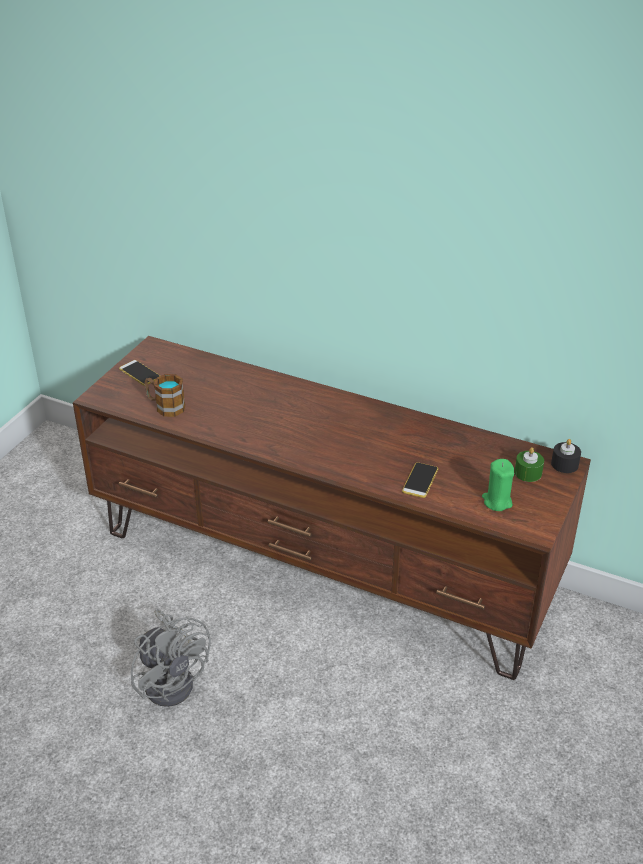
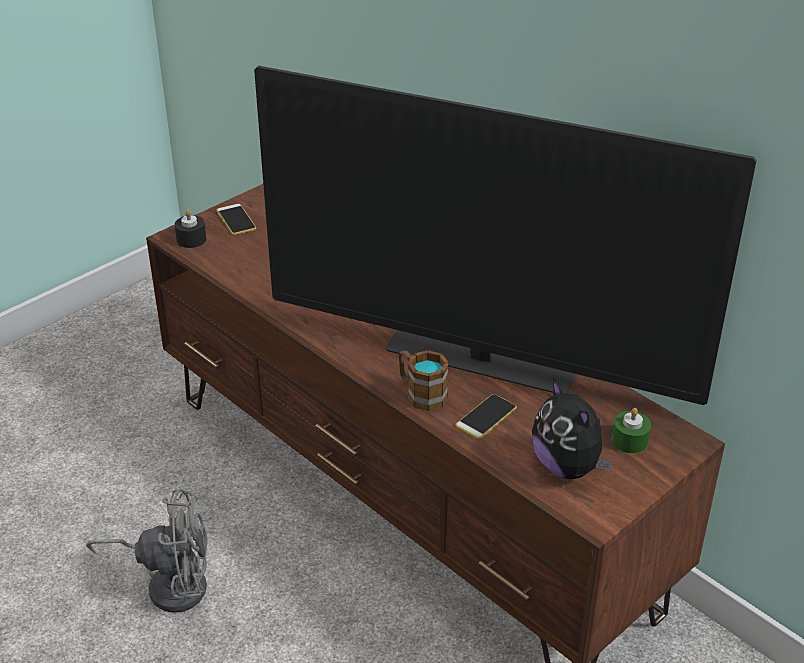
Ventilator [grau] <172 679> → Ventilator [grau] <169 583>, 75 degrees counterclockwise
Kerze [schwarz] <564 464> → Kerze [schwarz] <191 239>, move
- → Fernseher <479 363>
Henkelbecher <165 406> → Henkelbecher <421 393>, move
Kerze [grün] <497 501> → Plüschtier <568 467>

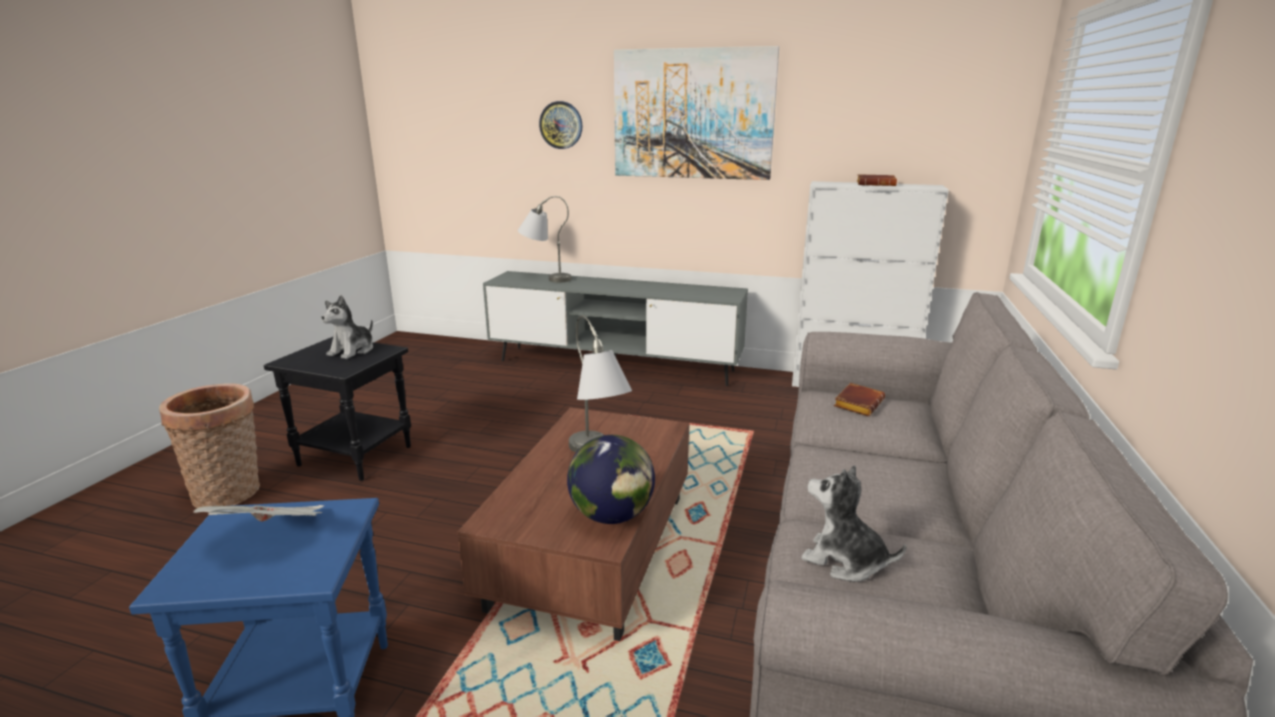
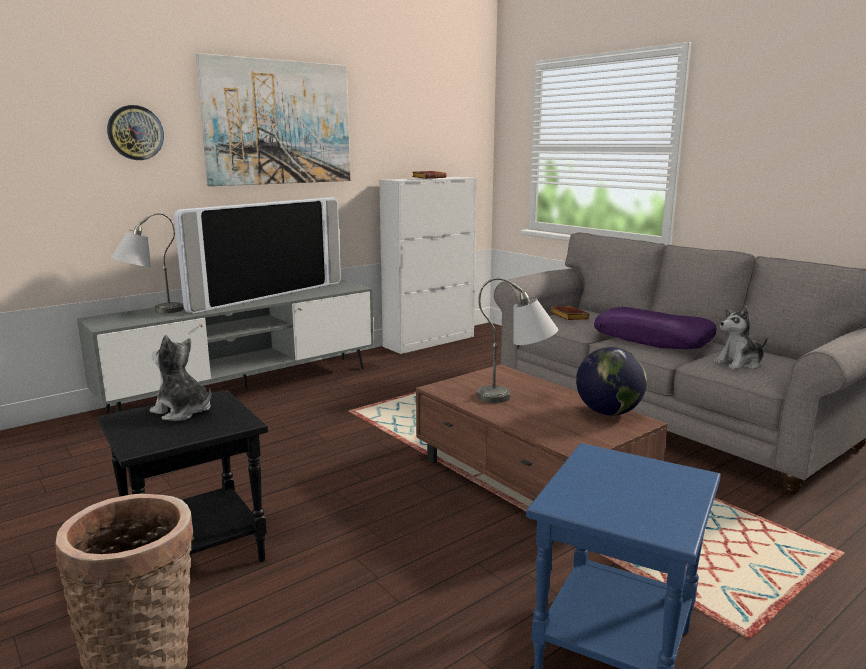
Plüschtier <352 351> → Plüschtier <183 411>, 150 degrees clockwise
- → Fernseher <267 295>
- → Kissen [lila] <653 339>
Zeitung <273 535> → -

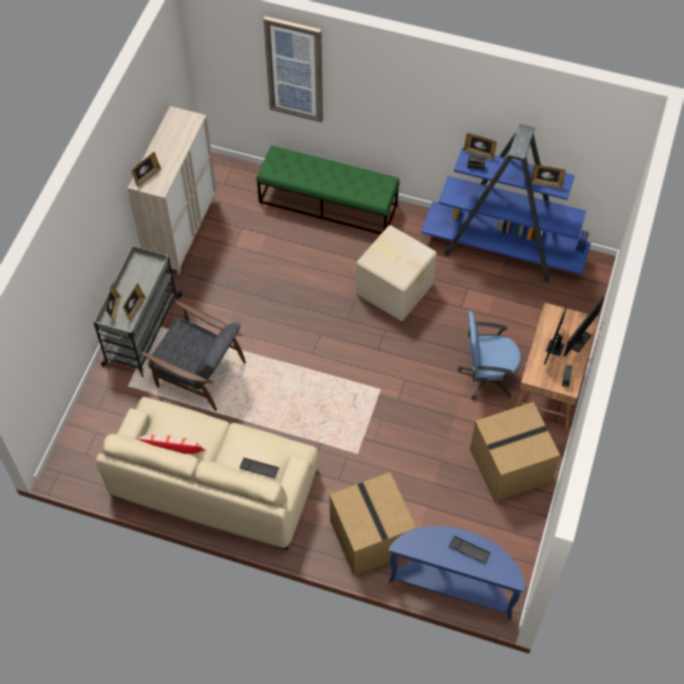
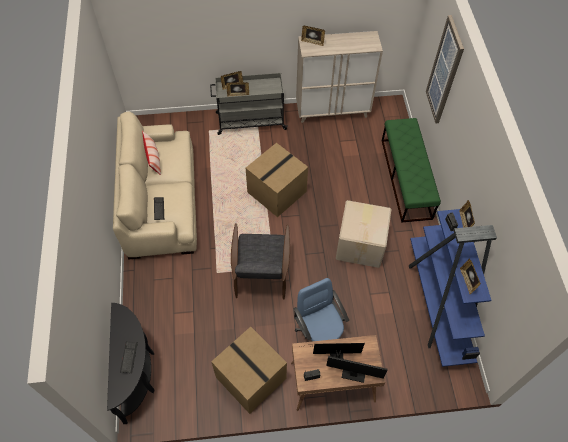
Konsolentisch [blau] <454 585> → Konsolentisch [schwarz] <138 374>
Sessel [grau] <199 372> → Sessel [grau] <261 272>, move
Karton <369 536> → Karton <277 191>, move

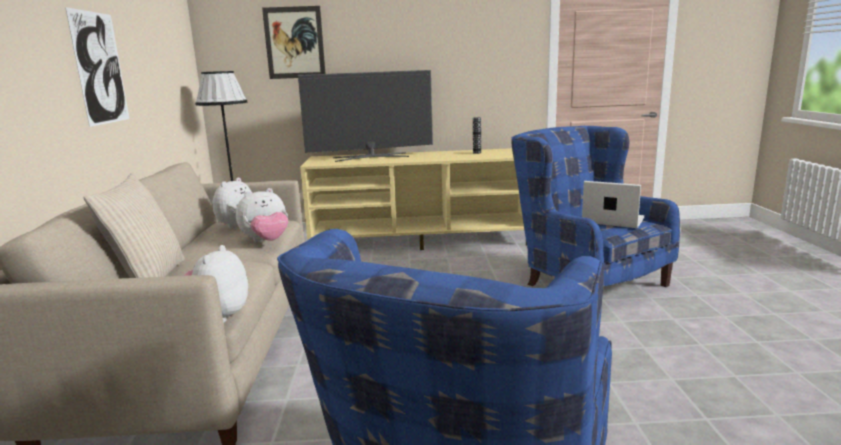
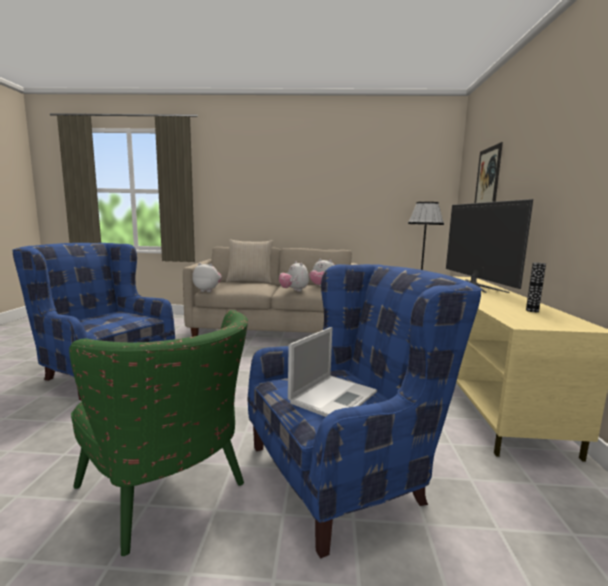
- → Sessel [grün] <169 495>
Bild <100 68> → -

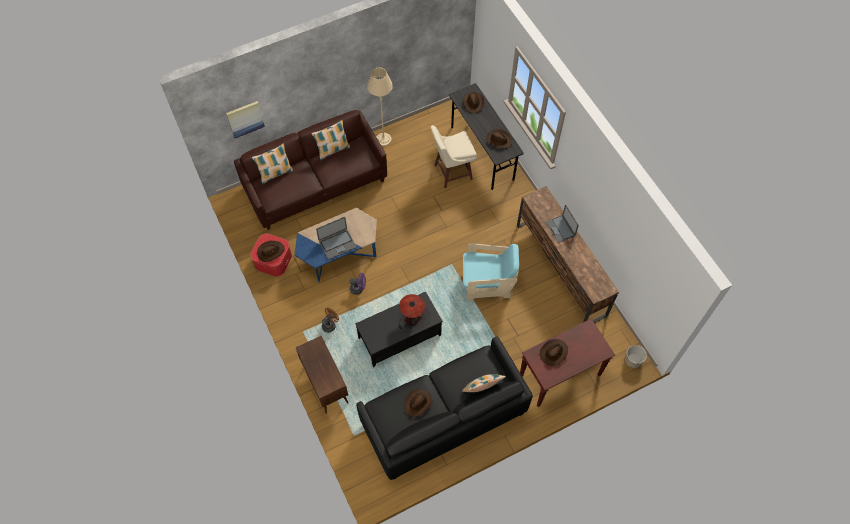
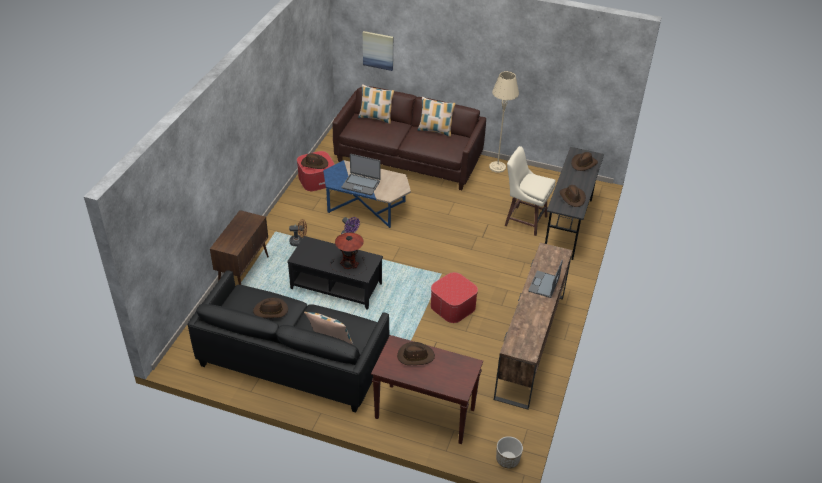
Sessel [türkis] <487 283> → Polsterhocker <453 306>

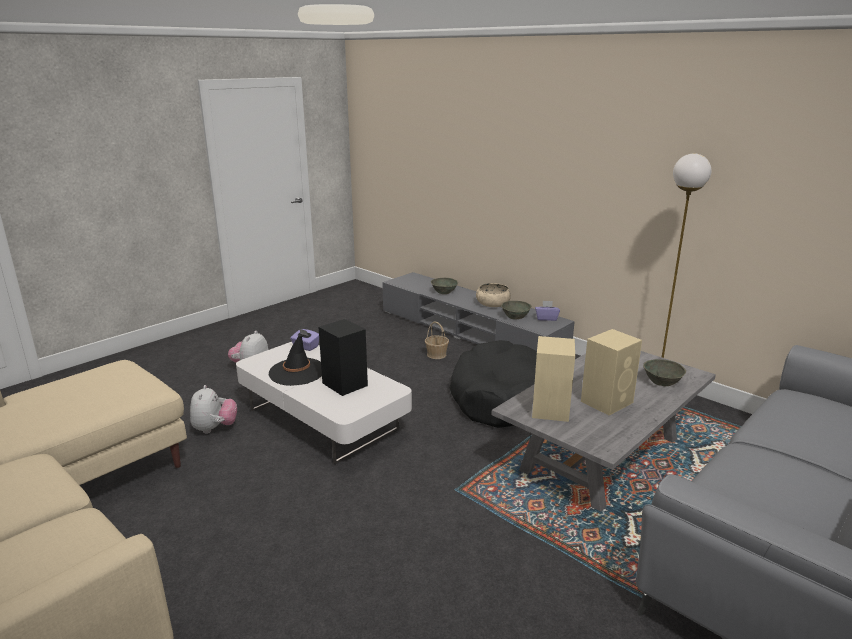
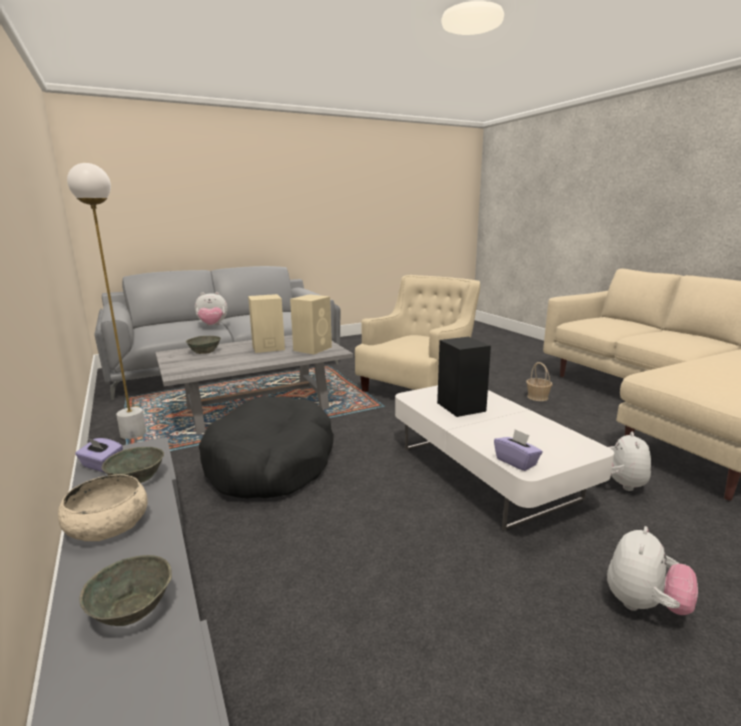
- → Plüschtier <212 326>
- → Sessel [beige] <418 387>
Korb <436 354> → Korb <537 397>, move
Hut [schwarz] <297 372> → -

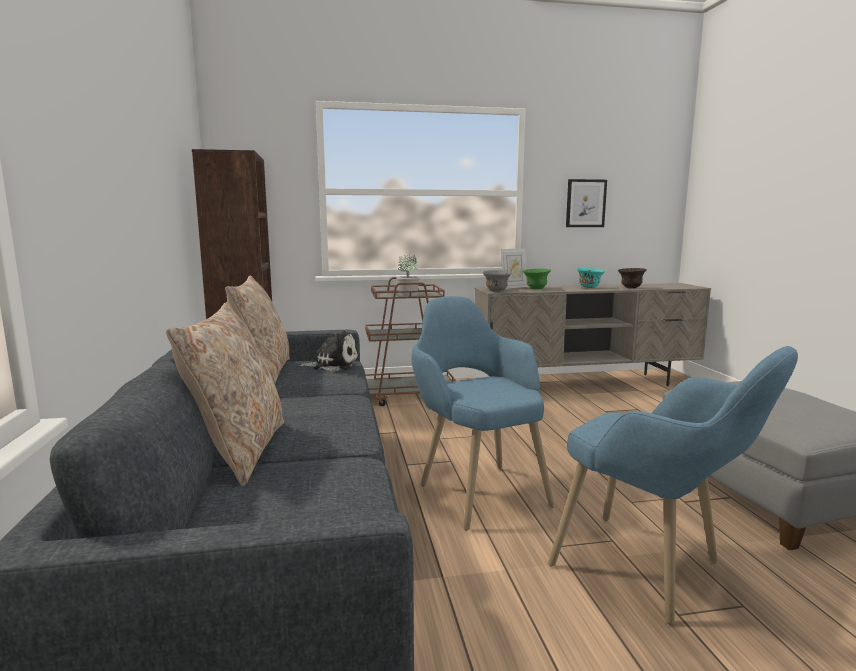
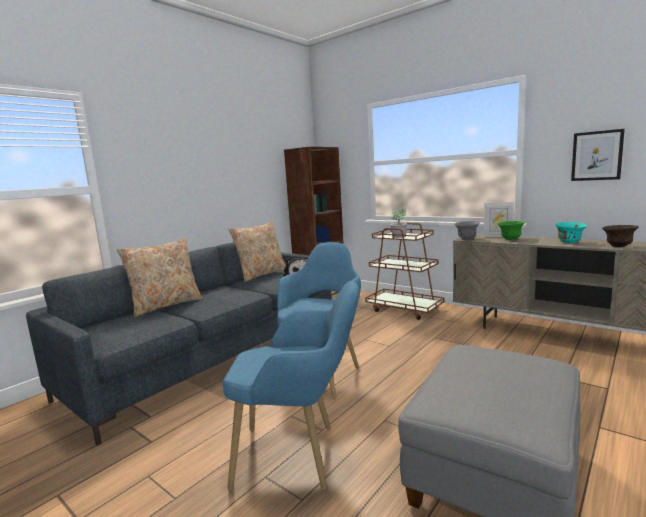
Sessel [blau] <655 574> → Sessel [blau] <300 456>, 90 degrees counterclockwise

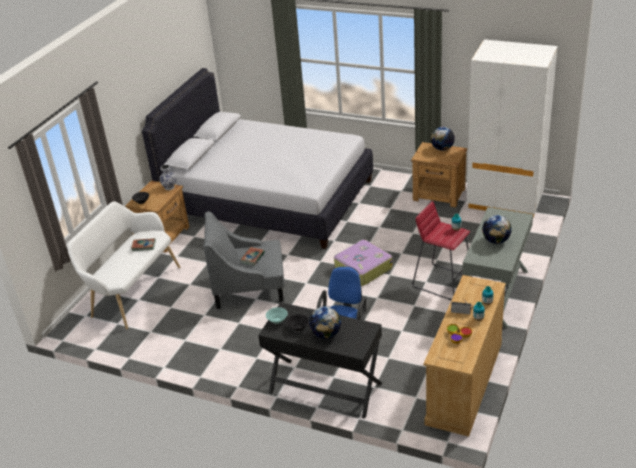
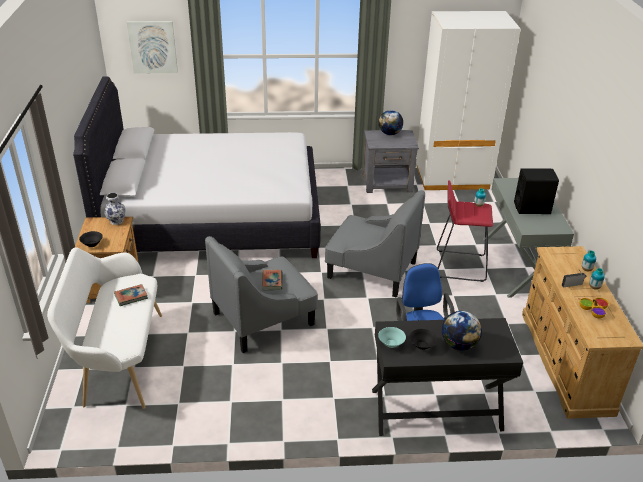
- → Bild <153 47>
Koffer <362 268> → Sessel [grau] <371 270>
Nachttisch [braun] <439 195> → Nachttisch [grau] <388 183>
Globus <496 241> → Lautsprecher [schwarz] <532 208>

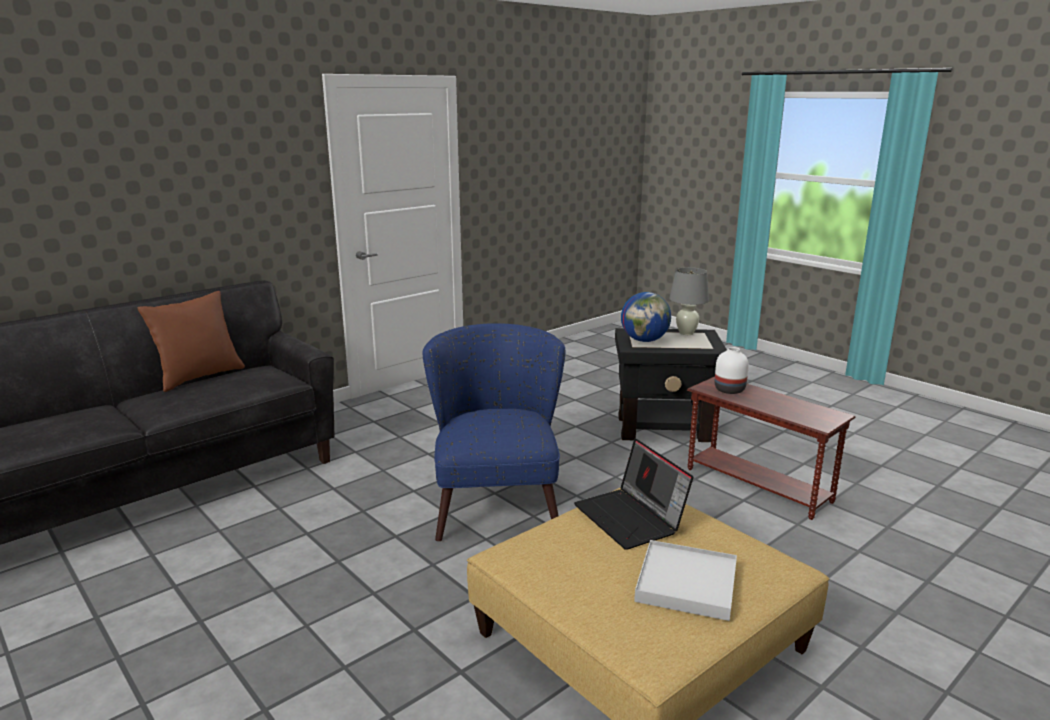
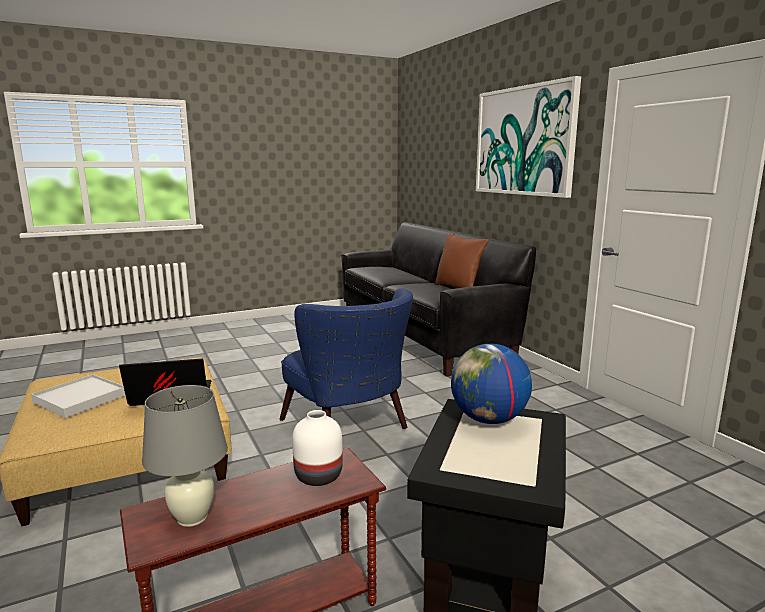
Tischlampe [grau] <686 333> → Tischlampe [grau] <192 517>, move
Sessel [blau] <496 500> → Sessel [blau] <350 429>, 45 degrees clockwise
- → Bild <524 141>

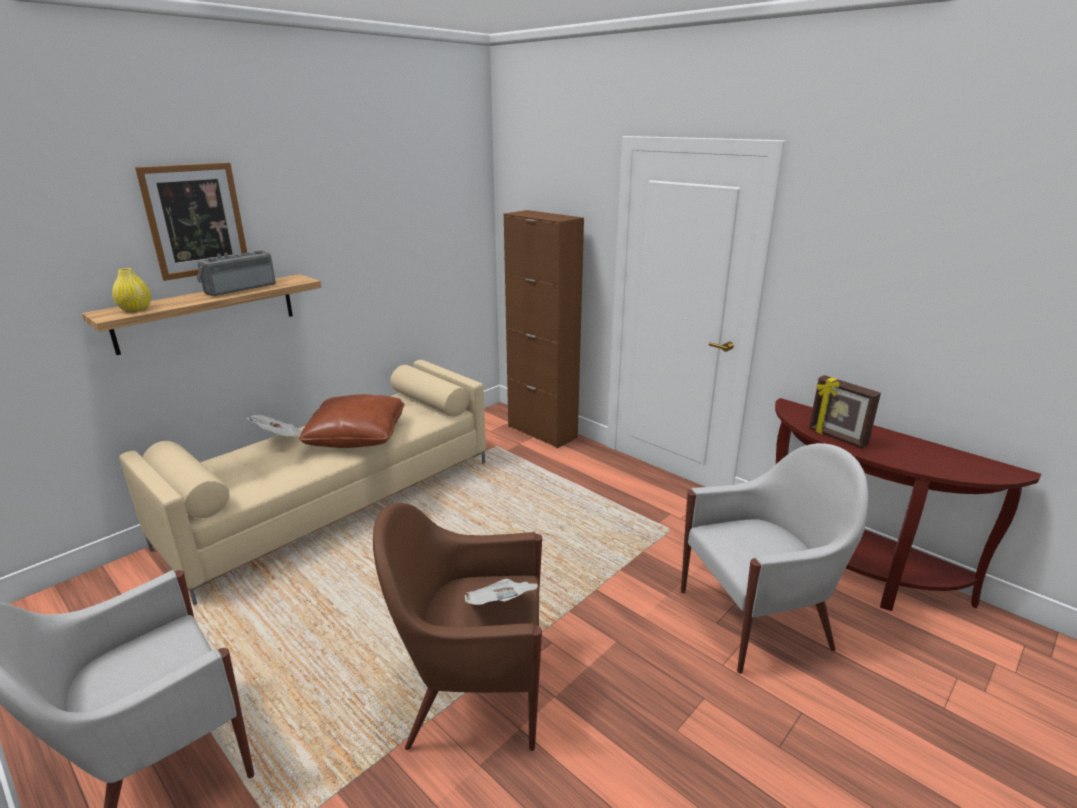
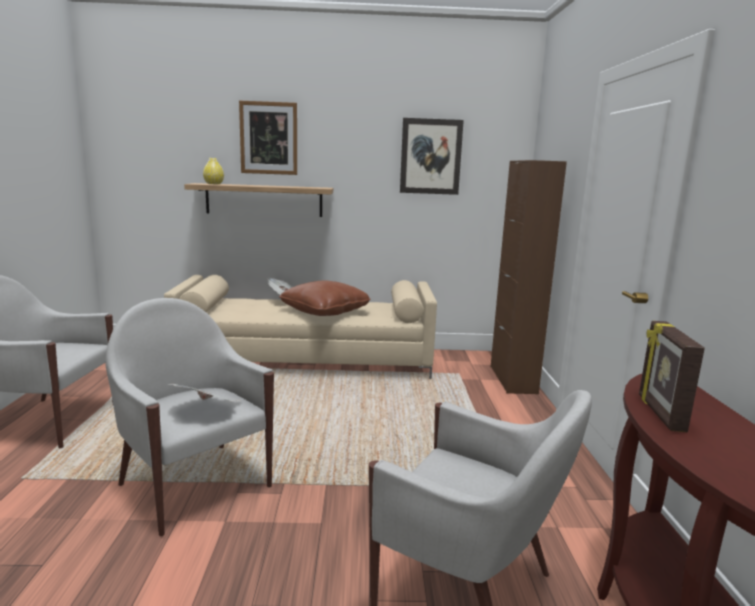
Sessel [braun] <472 691> → Sessel [weiß] <194 484>
- → Bild <430 156>
Radio <239 288> → -

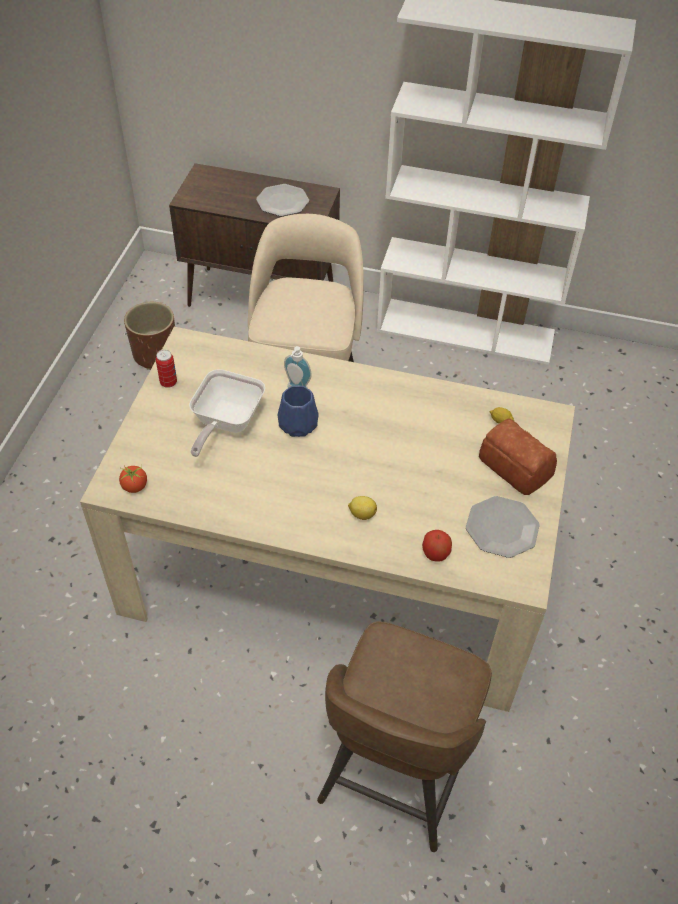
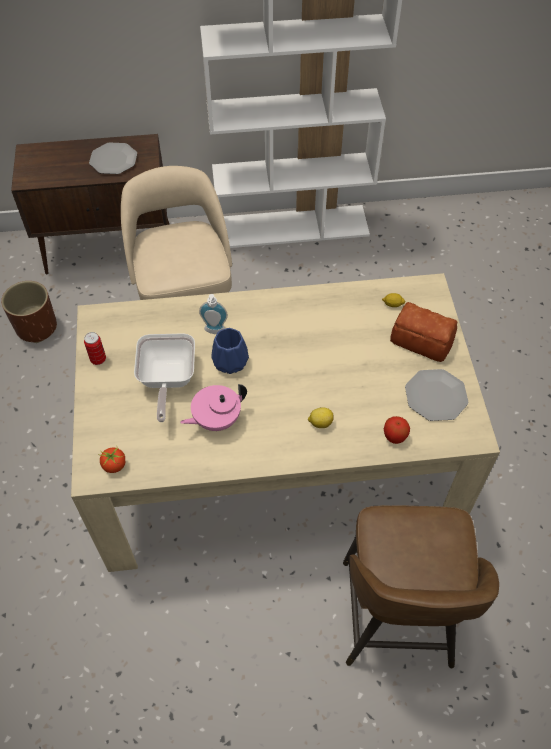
- → Teekanne [rosa] <216 419>

